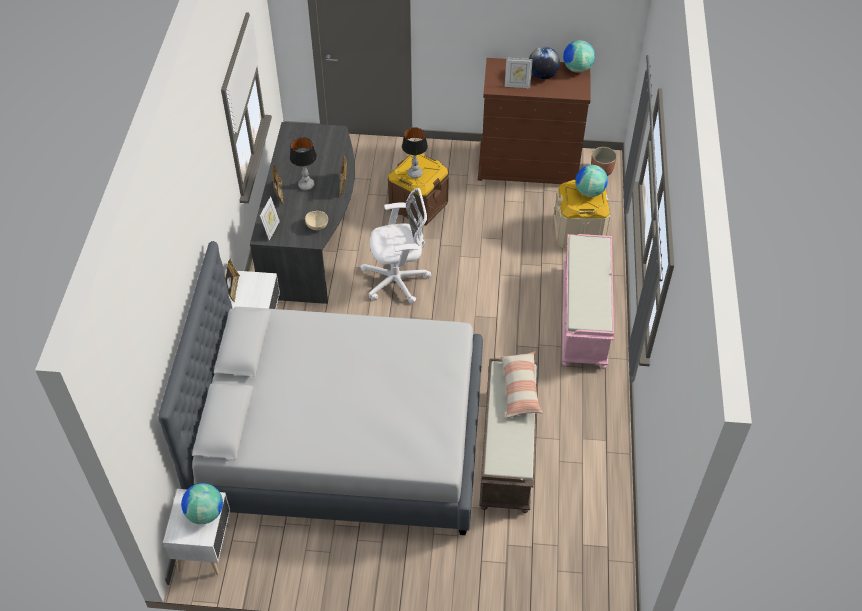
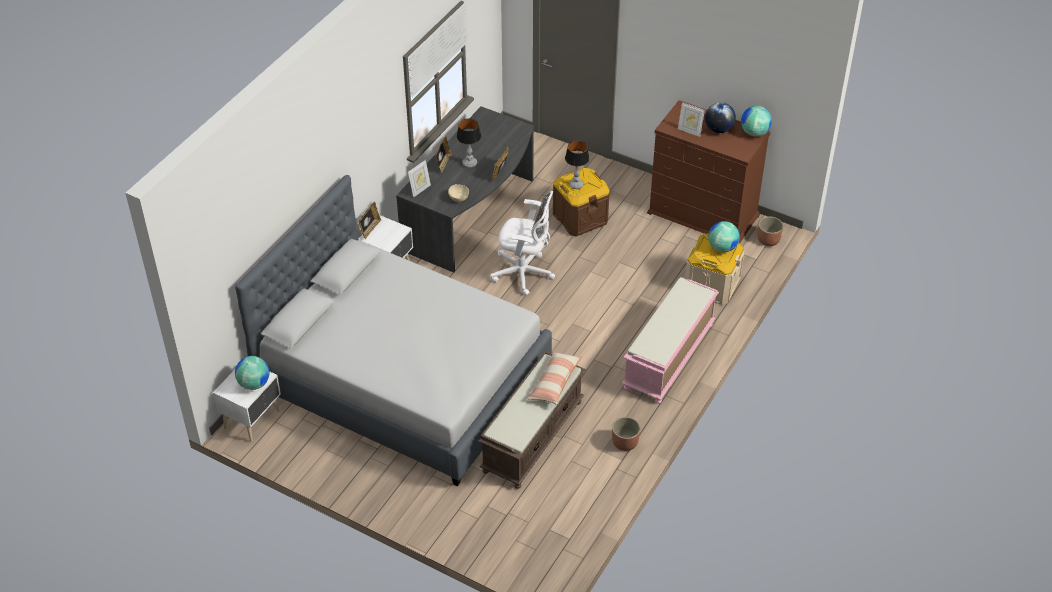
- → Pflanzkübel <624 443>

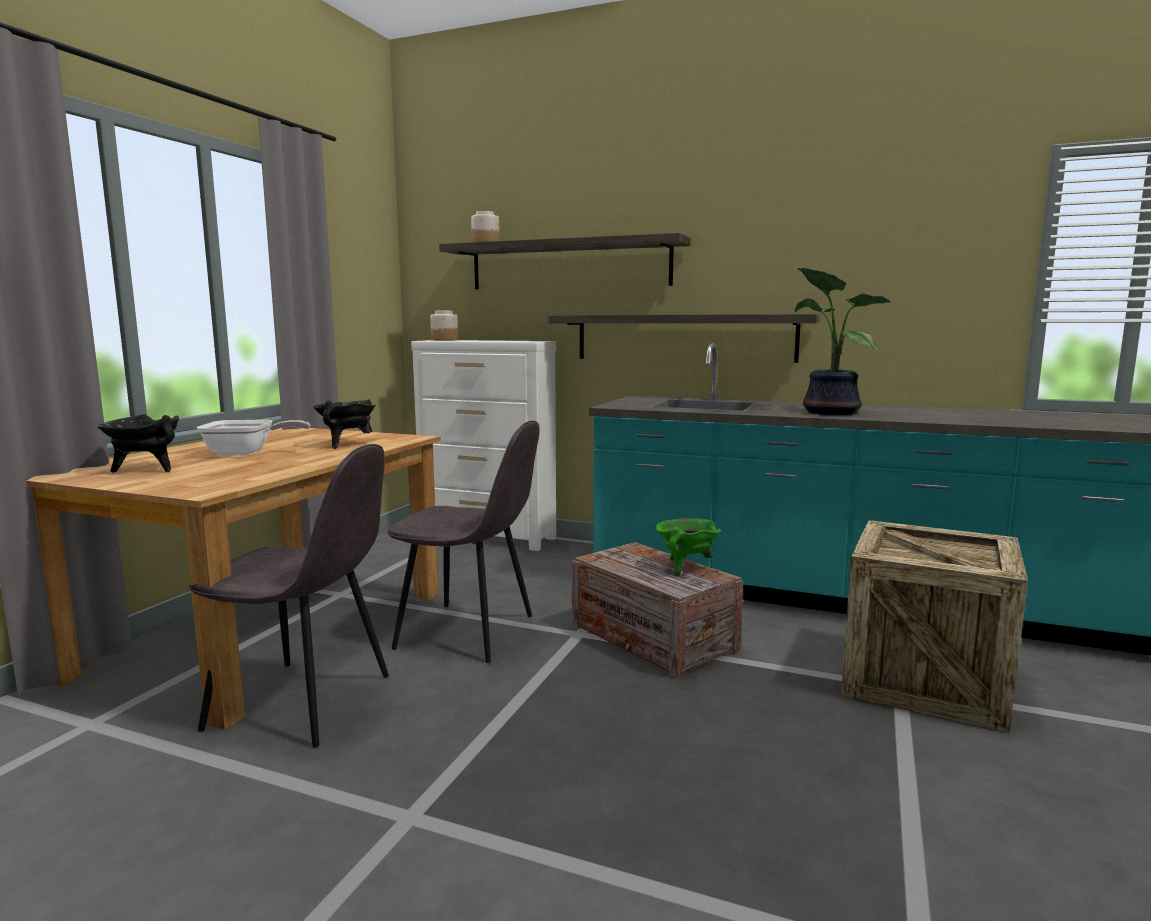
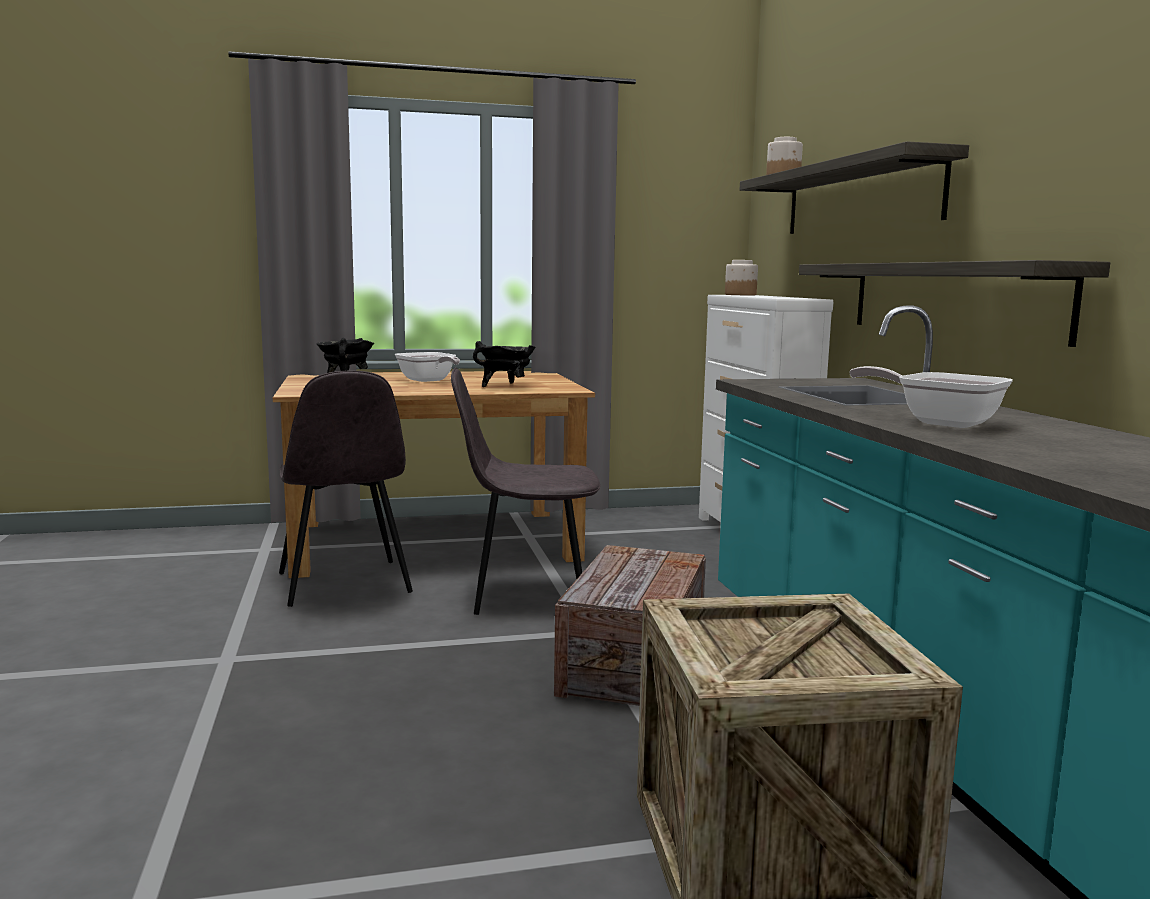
Stuhl [grau] <469 632> → Stuhl [grau] <525 593>, 105 degrees clockwise
Topfpflanze <827 412> → Pfanne <939 422>
Kochtopf [grün] <686 567> → -

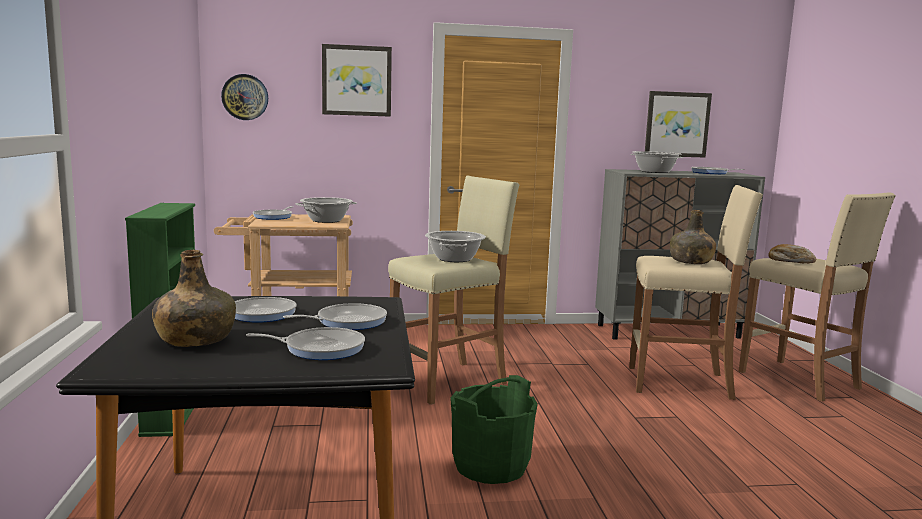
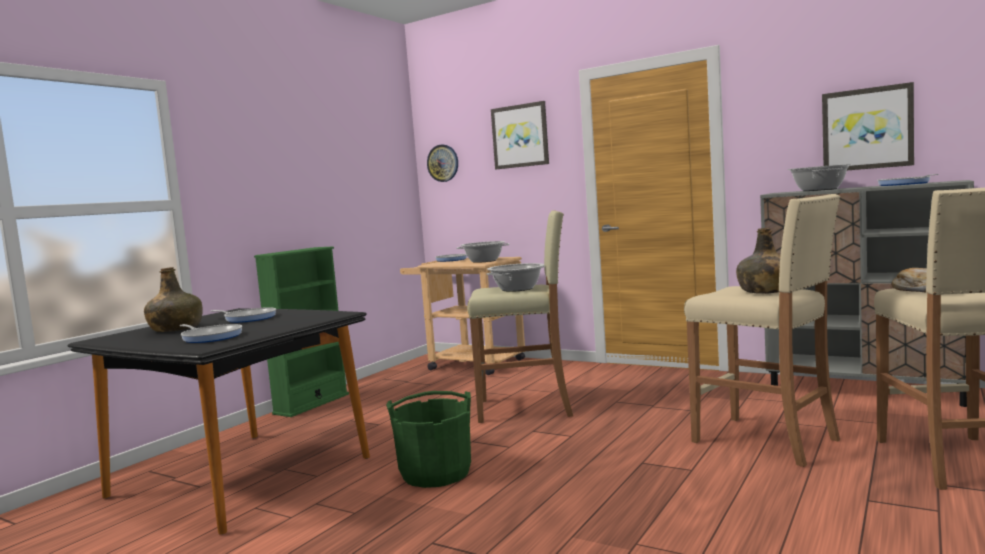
Pfanne <347 322> → -

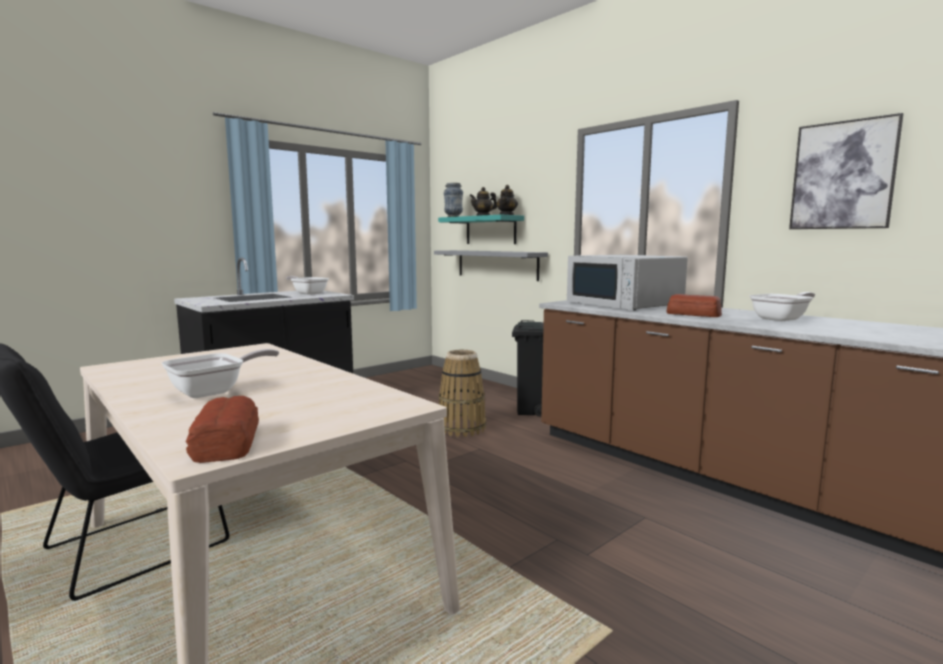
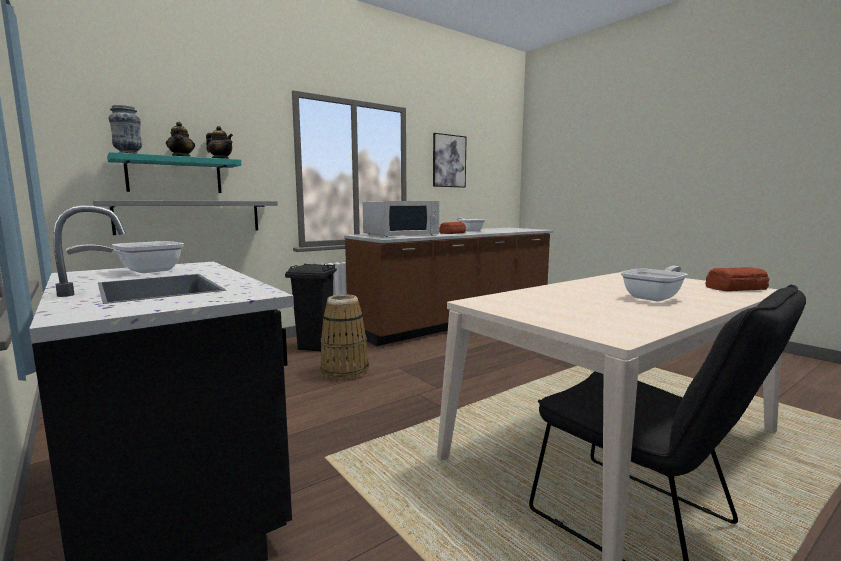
Pfanne <214 391> → Pfanne <655 297>, 90 degrees clockwise

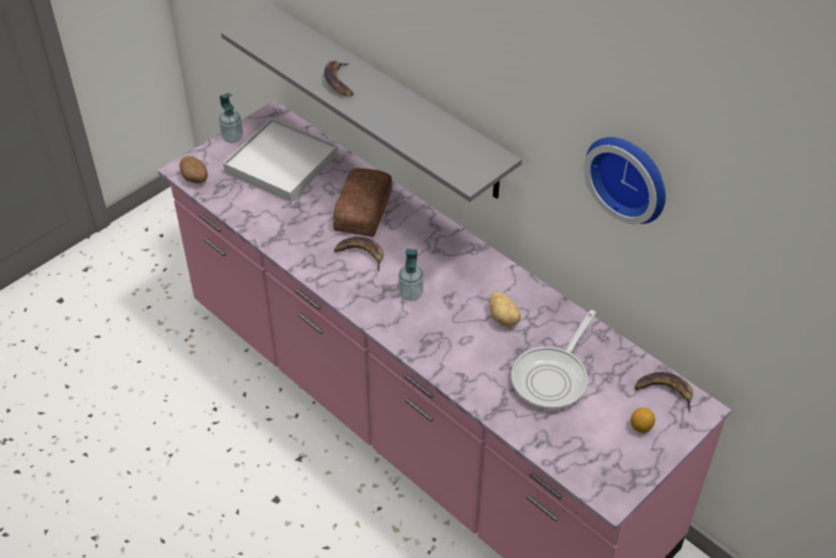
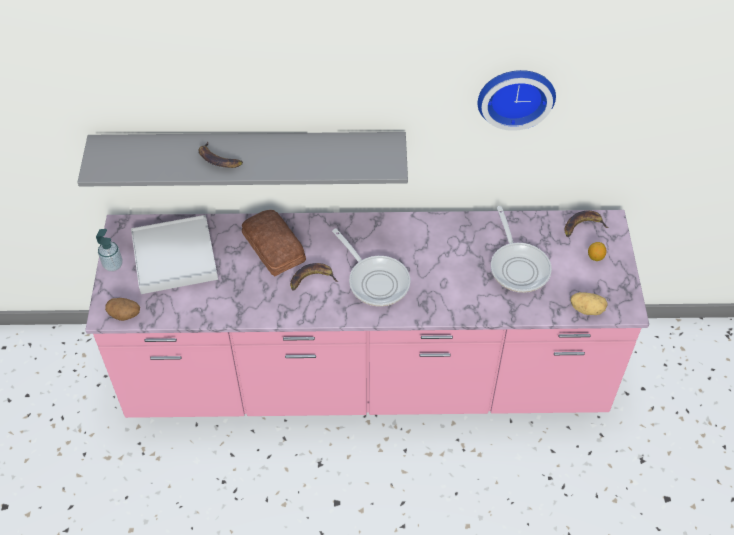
Seifenspender <410 294> → Pfanne <376 280>
Kartoffel <504 318> → Kartoffel <587 309>, move

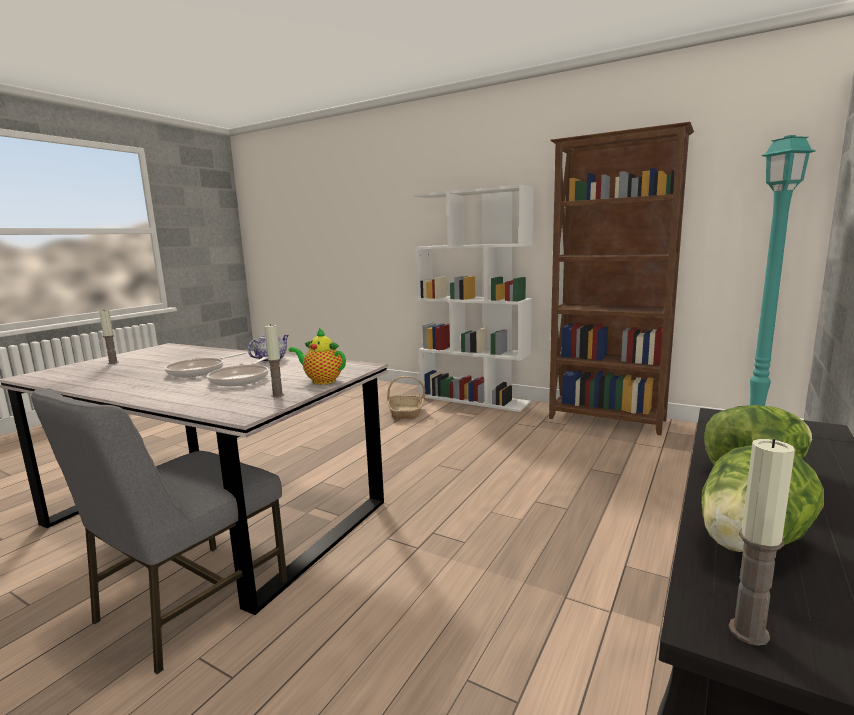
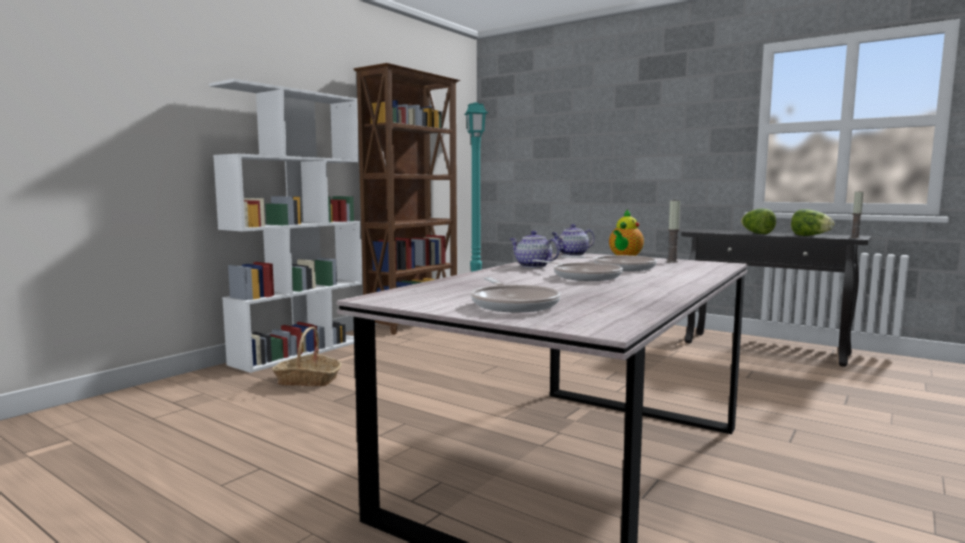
Kerze <113 363> → Pfanne <513 304>
- → Teekanne <572 254>
Stuhl [grau] <188 603> → -

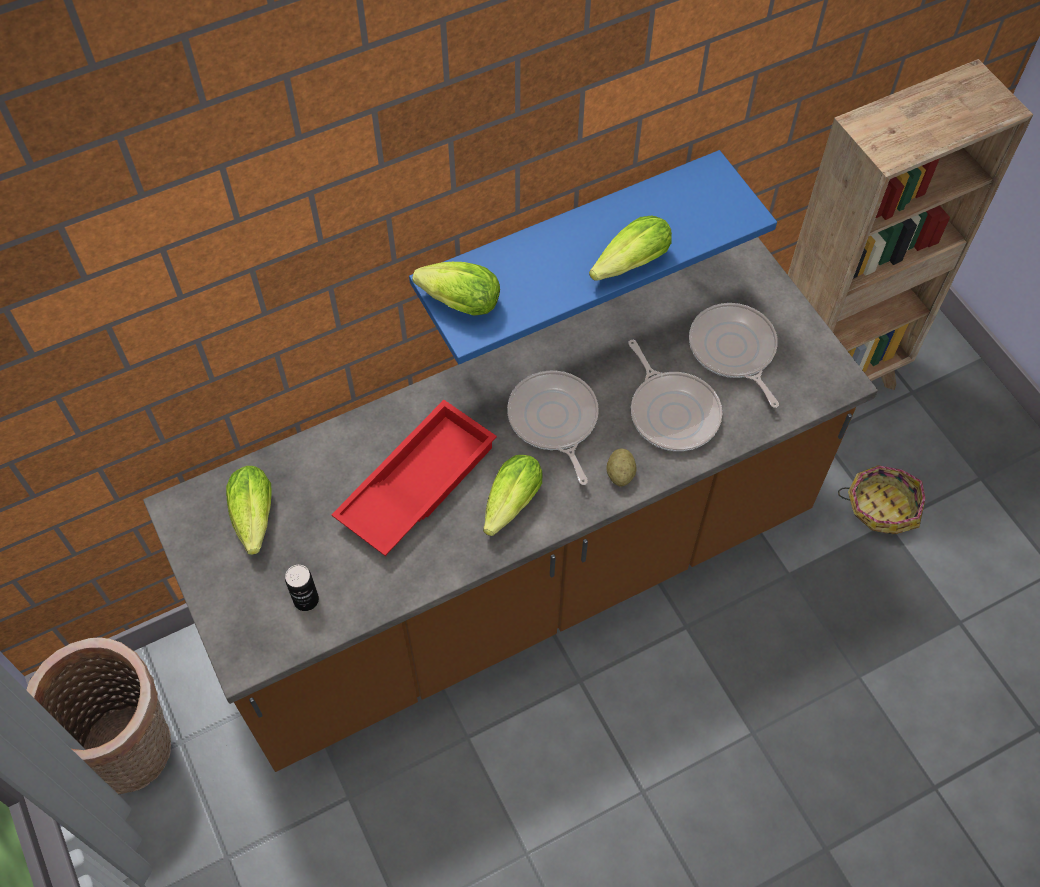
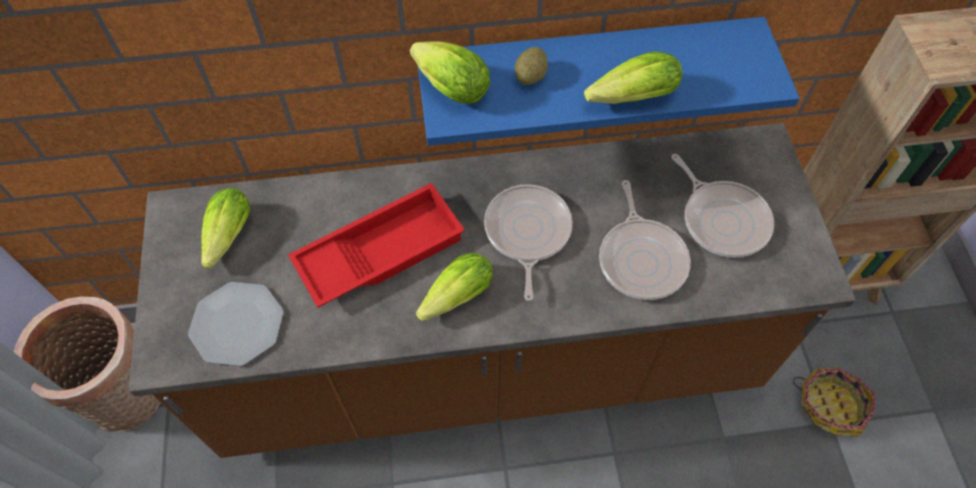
Dose <306 600> → Teller <237 324>
Kartoffel <620 474> → Kartoffel <530 76>, move
Pfanne <733 350> → Pfanne <722 219>, 150 degrees clockwise

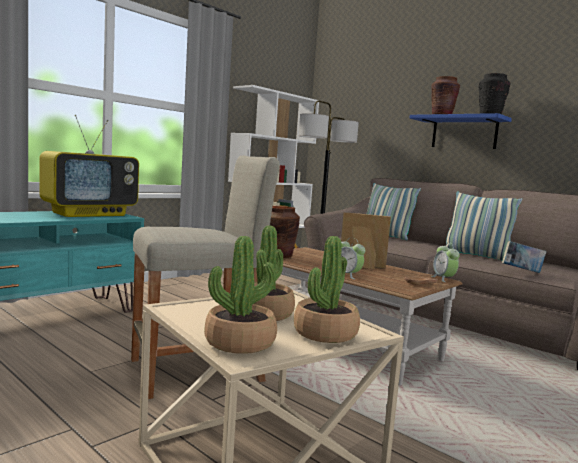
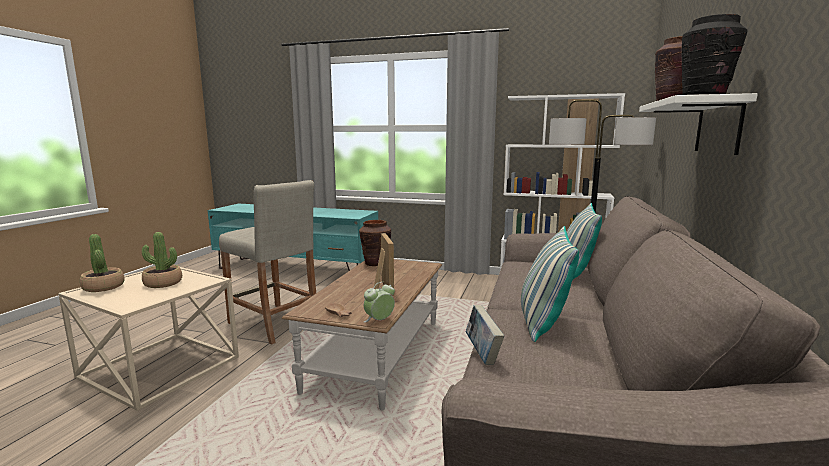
Wandregal [blau] <464 133> → Wandregal [weiß] <718 126>
Fernseher <89 214> → -
Topfpflanze <325 333> → -
Wecker <348 275> → -

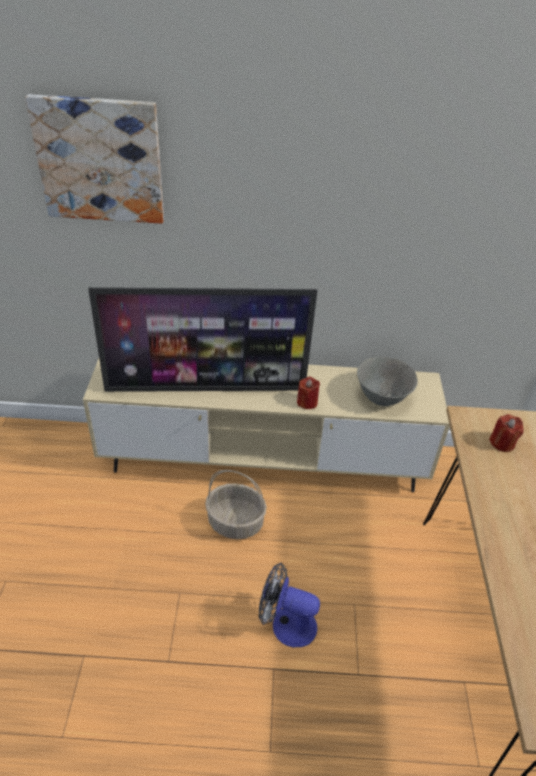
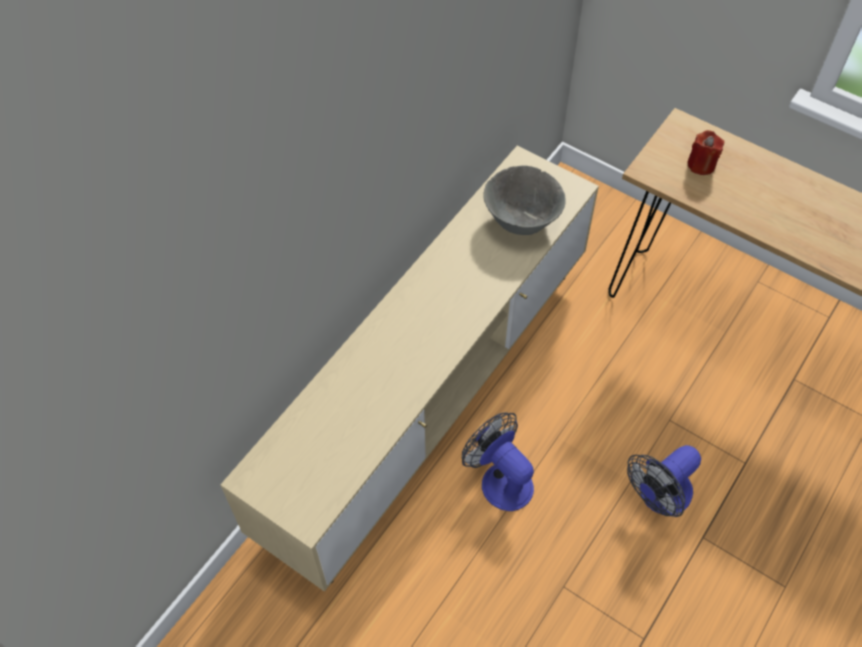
Korb <234 523> → Ventilator <500 479>
Bild <100 160> → -
Fernseher <206 388> → -
Kerze [rot] <307 402> → -

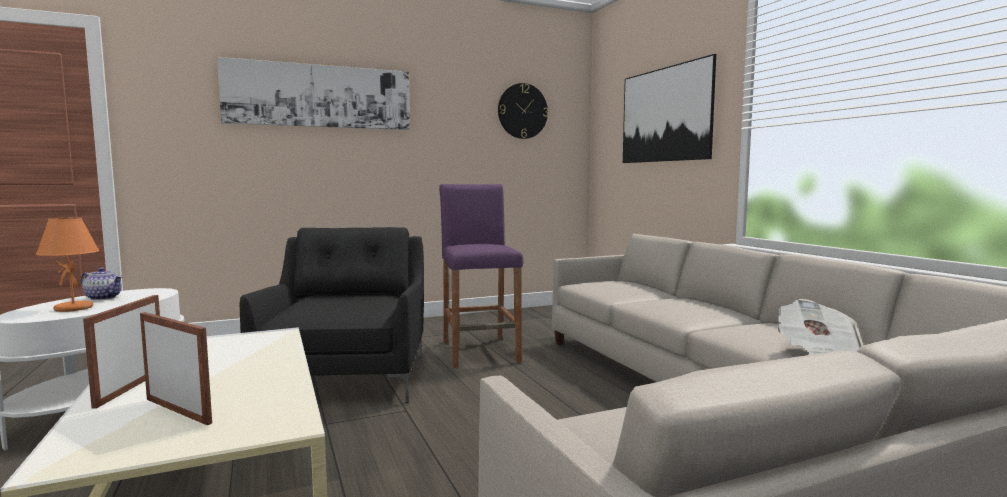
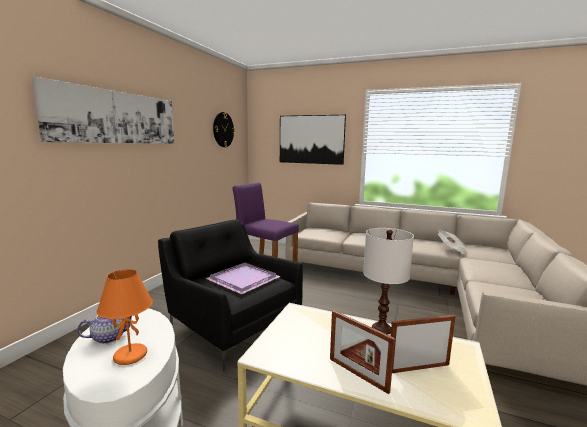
- → Tablett [lila] <242 280>
- → Tischlampe [weiß] <382 329>

